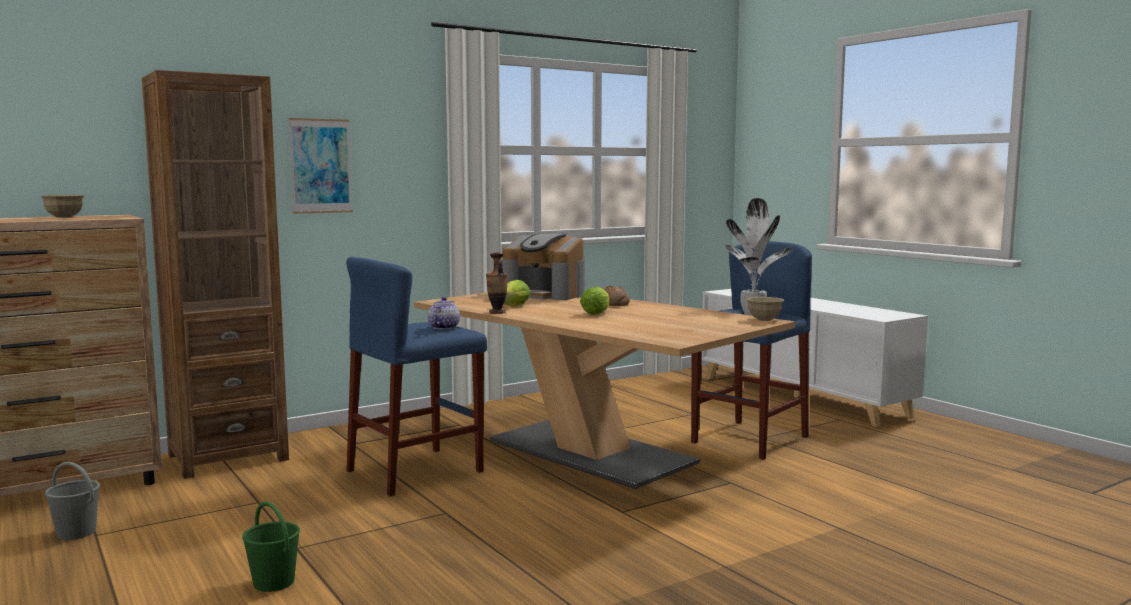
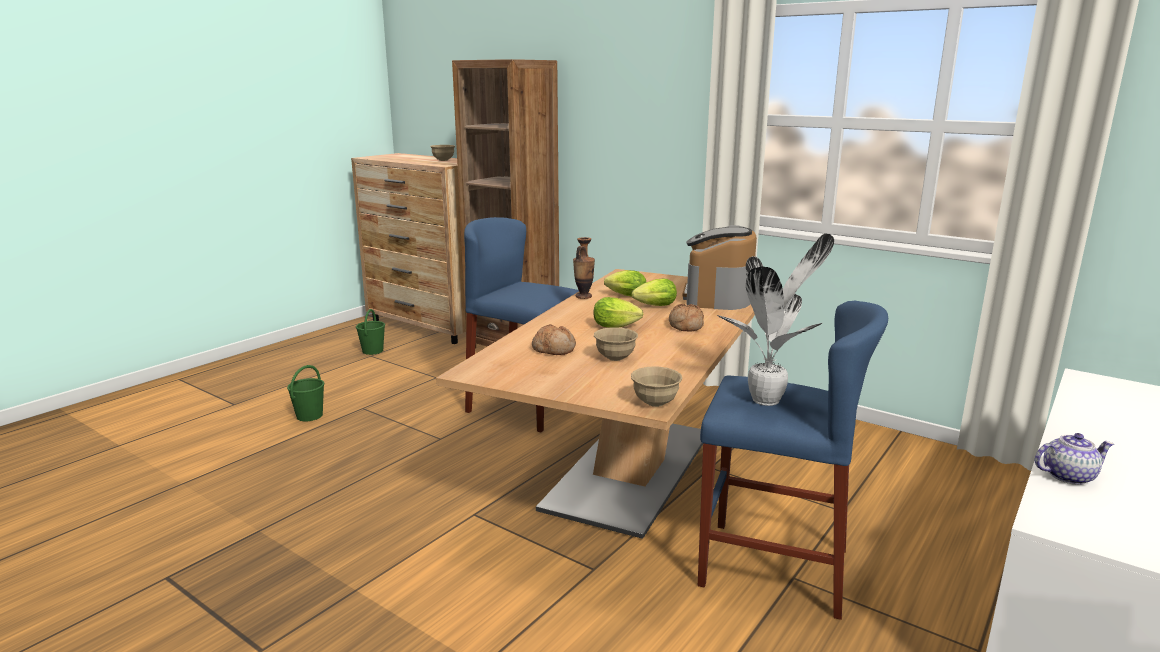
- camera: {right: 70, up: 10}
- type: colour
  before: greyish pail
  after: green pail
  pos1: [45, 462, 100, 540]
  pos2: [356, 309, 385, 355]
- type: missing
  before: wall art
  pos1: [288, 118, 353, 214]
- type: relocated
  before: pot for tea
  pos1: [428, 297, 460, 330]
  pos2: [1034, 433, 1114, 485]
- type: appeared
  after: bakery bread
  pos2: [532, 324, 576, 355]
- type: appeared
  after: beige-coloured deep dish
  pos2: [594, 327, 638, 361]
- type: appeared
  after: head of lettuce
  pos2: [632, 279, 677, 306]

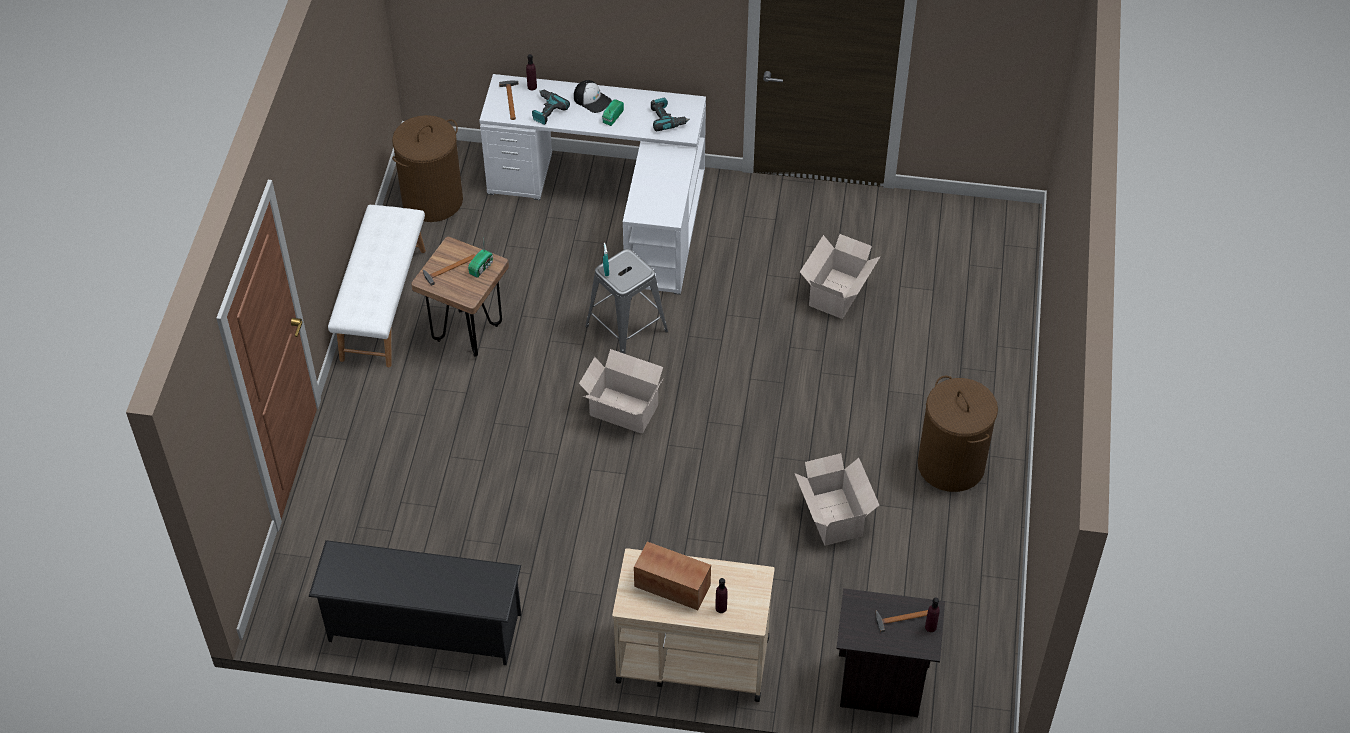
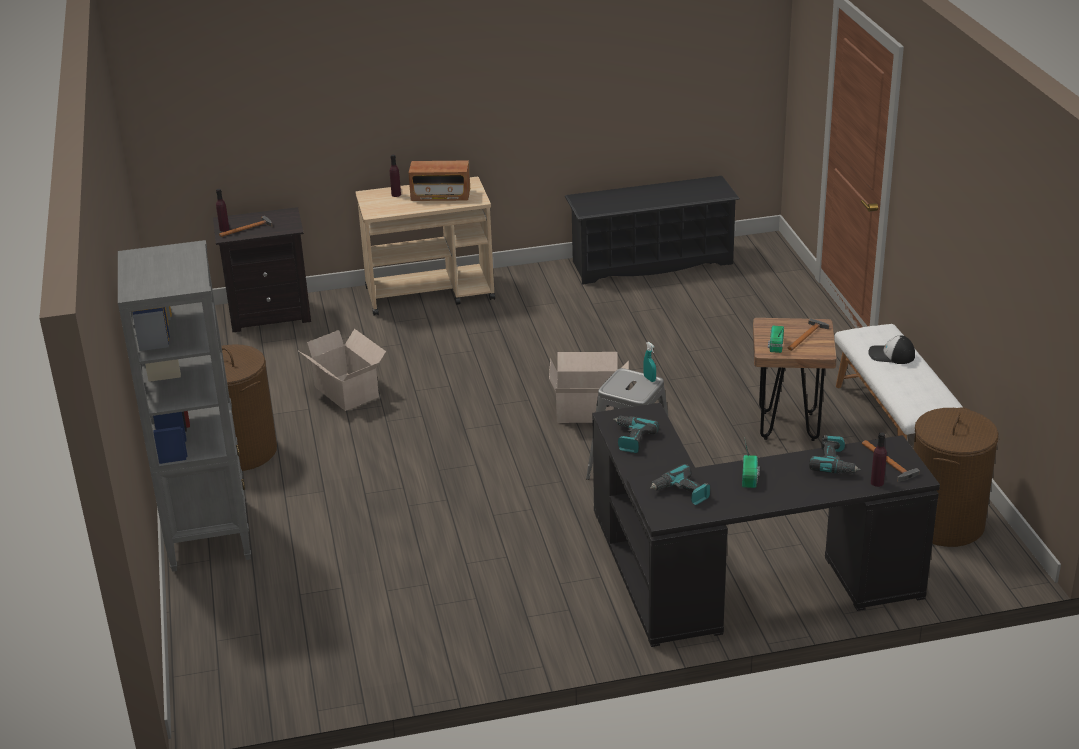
- camera: {right: 160, up: -20}
- type: colour
  before: whitish desk
  after: black-coloured desk
  pos1: [479, 74, 706, 295]
  pos2: [592, 403, 940, 647]
- type: relocated
  before: cap
  pos1: [574, 80, 612, 113]
  pos2: [868, 336, 915, 364]
- type: missing
  before: carton
  pos1: [800, 234, 880, 319]
- type: appeared
  after: greyish bookcase
  pos2: [118, 240, 251, 572]
- type: appeared
  after: power drill
  pos2: [613, 416, 659, 453]

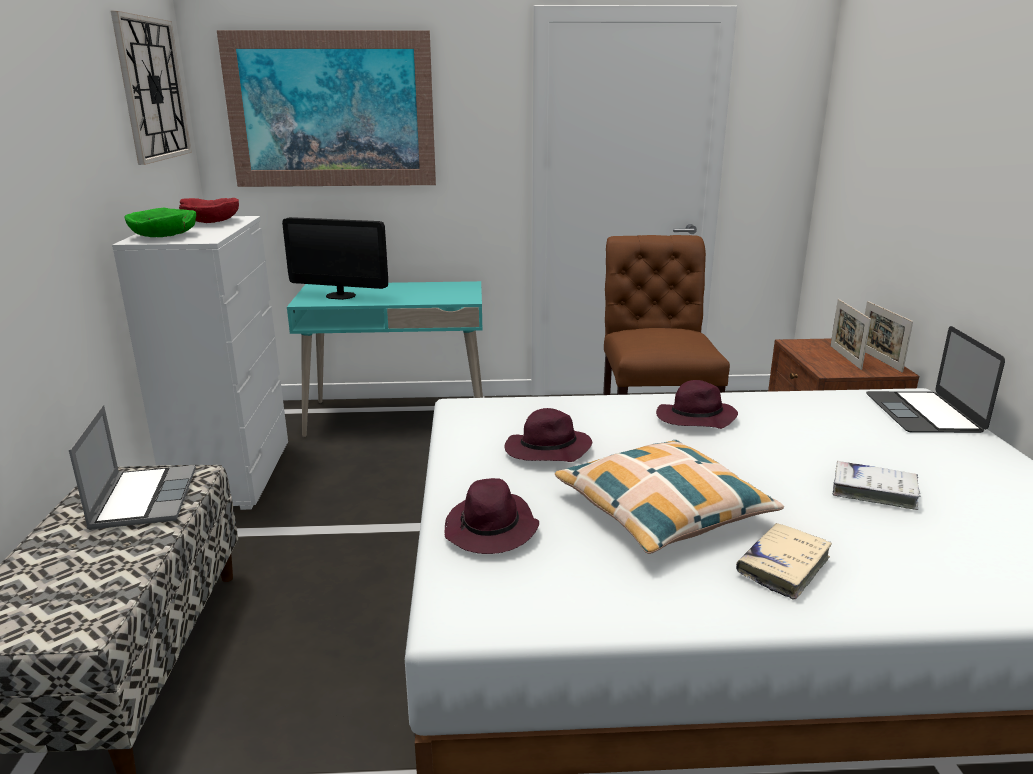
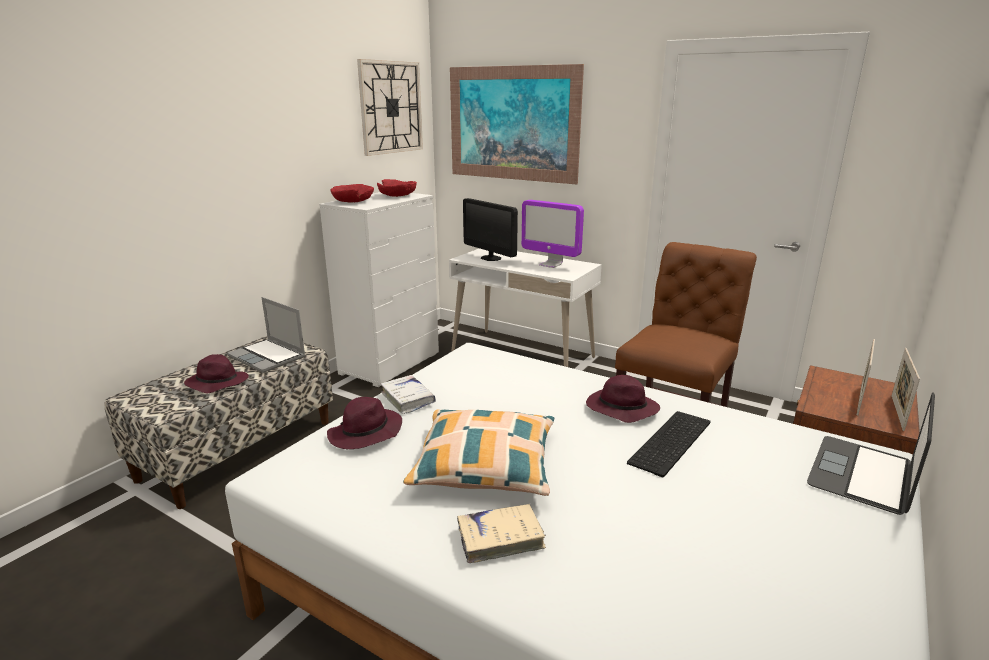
- camera: {right: 35, up: 0}
- type: spun
  before: portable computer
  pos1: [69, 405, 196, 529]
  pos2: [227, 297, 306, 373]
  turn: 105
- type: colour
  before: green deep dish
  after: red-coloured deep dish
  pos1: [124, 208, 196, 237]
  pos2: [331, 184, 374, 203]
- type: colour
  before: turquoise desk
  after: whitish desk
  pos1: [287, 281, 483, 437]
  pos2: [449, 248, 602, 367]
- type: relocated
  before: purple-coloured hat
  pos1: [504, 408, 592, 462]
  pos2: [184, 354, 249, 393]
- type: relocated
  before: whitish bound book
  pos1: [832, 461, 921, 510]
  pos2: [381, 375, 436, 414]
- type: appeared
  after: computer display
  pos2: [521, 200, 584, 268]
- type: appeared
  after: keyboard
  pos2: [627, 411, 710, 477]

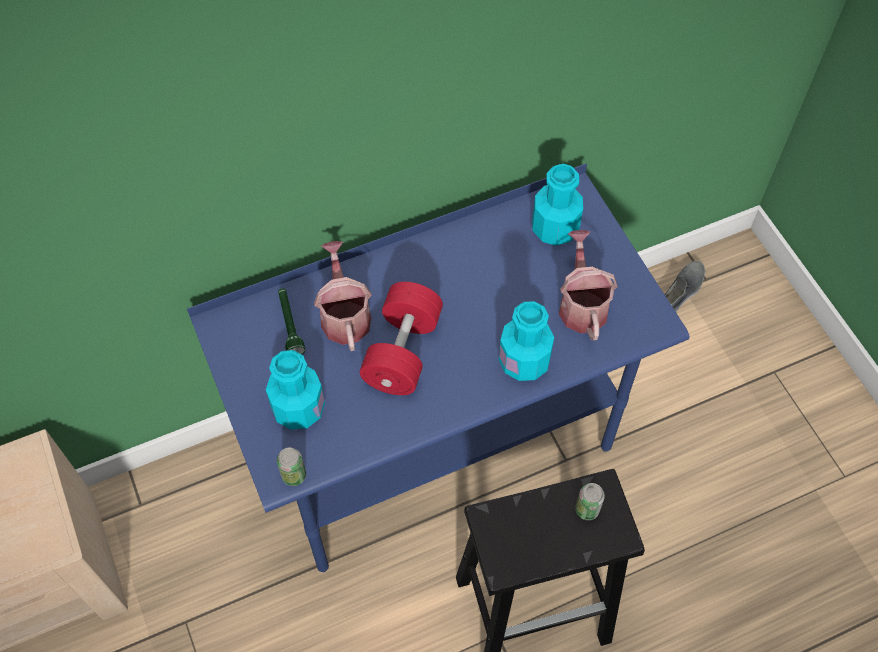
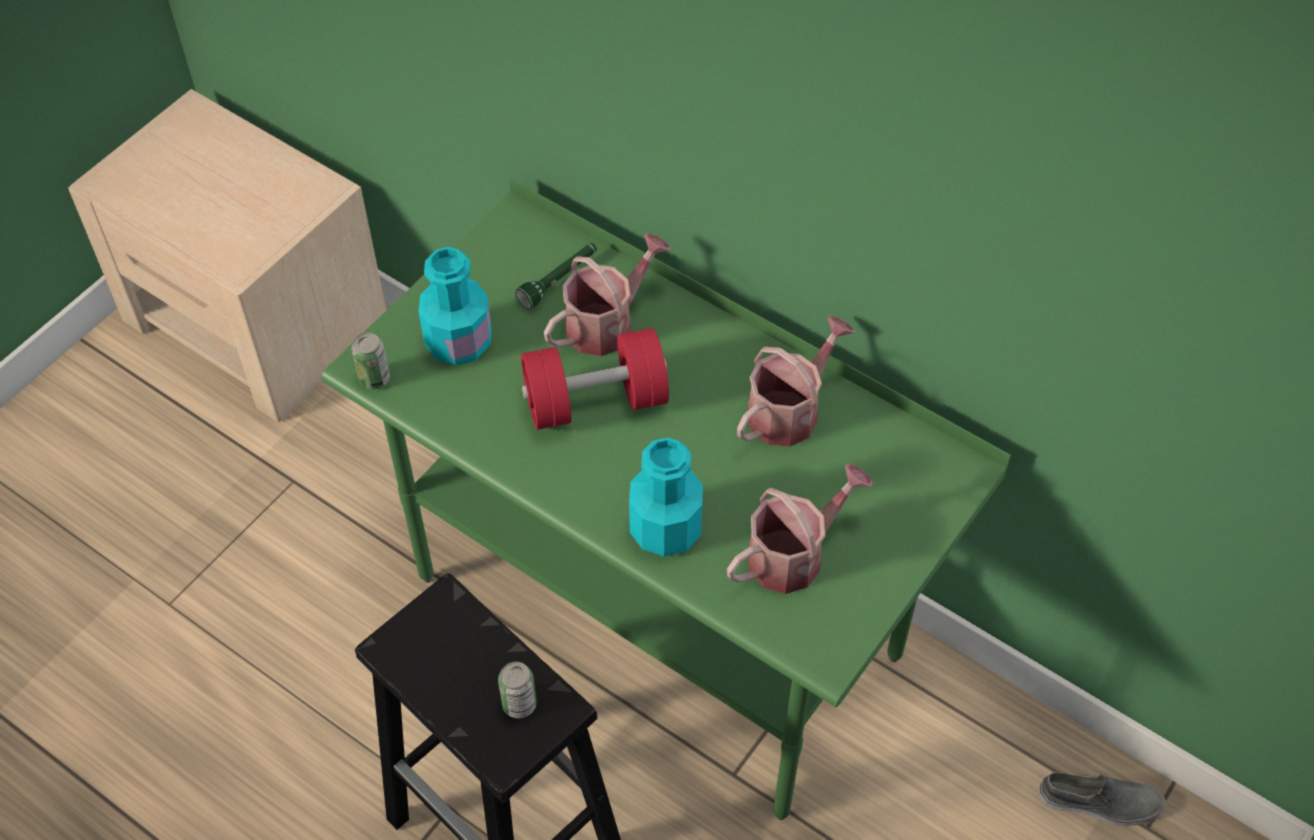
- camera: {right: 60, up: -5}
- type: colour
  before: bluish desk
  after: green desk
  pos1: [187, 163, 689, 572]
  pos2: [321, 178, 1011, 820]
- type: missing
  before: turquoise bottle
  pos1: [532, 164, 583, 246]
- type: appeared
  after: watering can
  pos2: [737, 315, 855, 447]

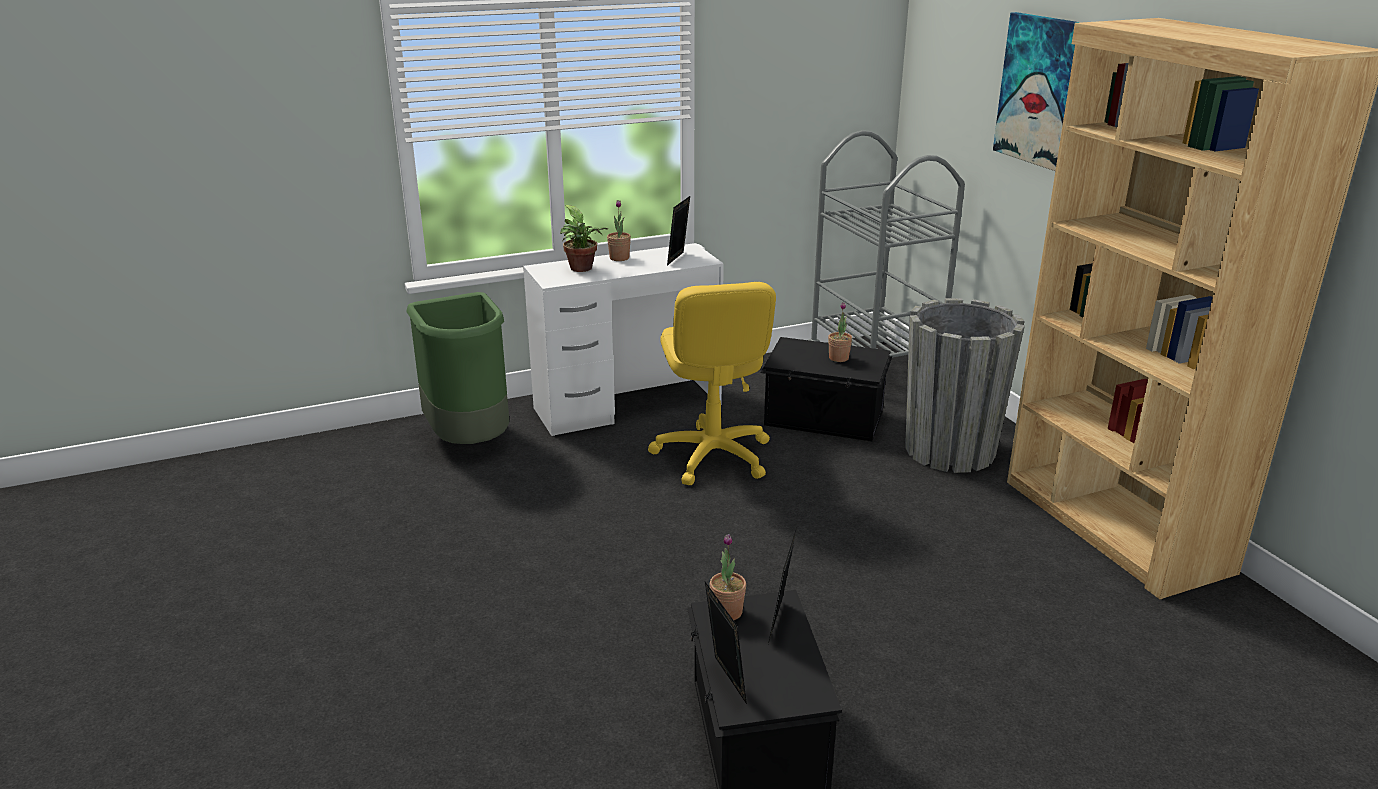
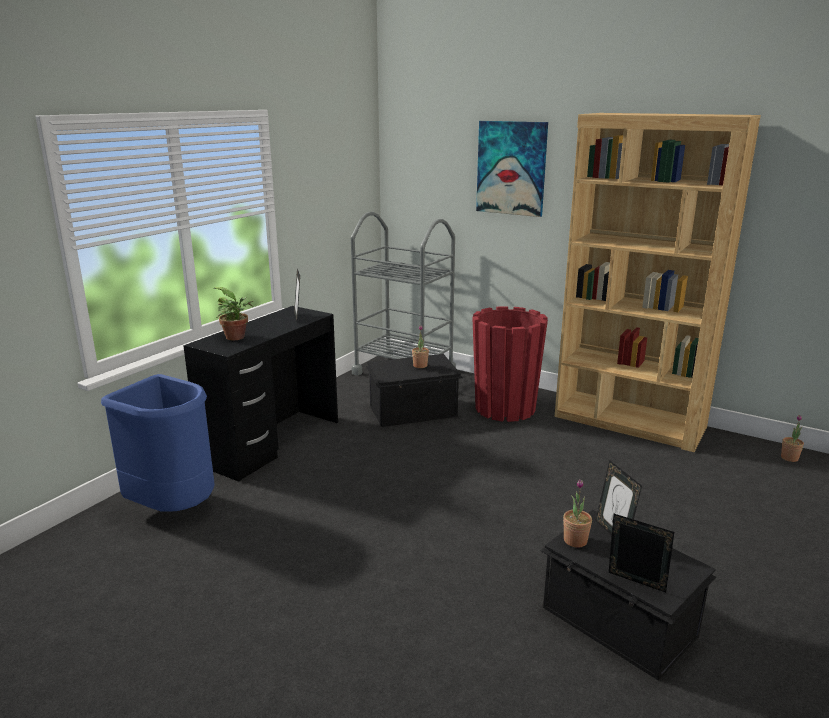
- camera: {right: -35, up: -5}
- type: colour
  before: green trash can
  after: bluish trash can
  pos1: [406, 292, 510, 444]
  pos2: [101, 374, 215, 512]
- type: colour
  before: whitish desk
  after: black-coloured desk
  pos1: [523, 243, 724, 436]
  pos2: [183, 306, 338, 482]
- type: relocated
  before: potted plant
  pos1: [607, 200, 631, 261]
  pos2: [781, 415, 804, 462]
- type: missing
  before: yellow office chair
  pos1: [648, 282, 776, 485]
- type: colour
  before: greyish plant pot
  after: red-coloured plant pot
  pos1: [905, 298, 1025, 473]
  pos2: [472, 306, 548, 422]

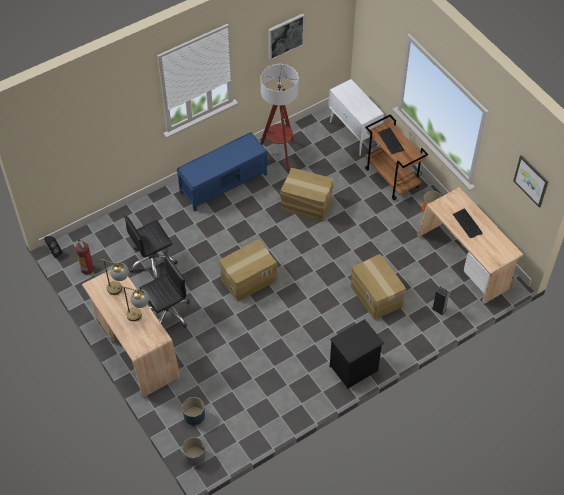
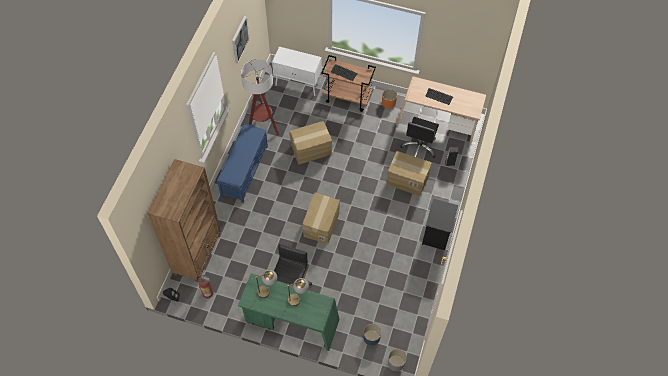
- camera: {right: -40, up: 5}
- type: colour
  before: beige-coloured desk
  after: green desk
  pos1: [82, 270, 180, 398]
  pos2: [238, 273, 340, 351]
- type: relocated
  before: black-coloured office chair
  pos1: [124, 215, 178, 279]
  pos2: [400, 117, 439, 158]
- type: missing
  before: wall art
  pos1: [513, 155, 548, 208]
- type: appeared
  after: brown bookcase
  pos2: [147, 159, 221, 282]

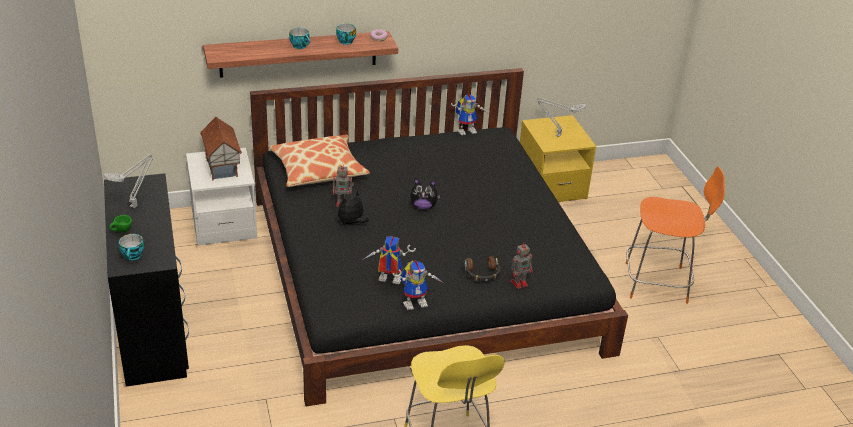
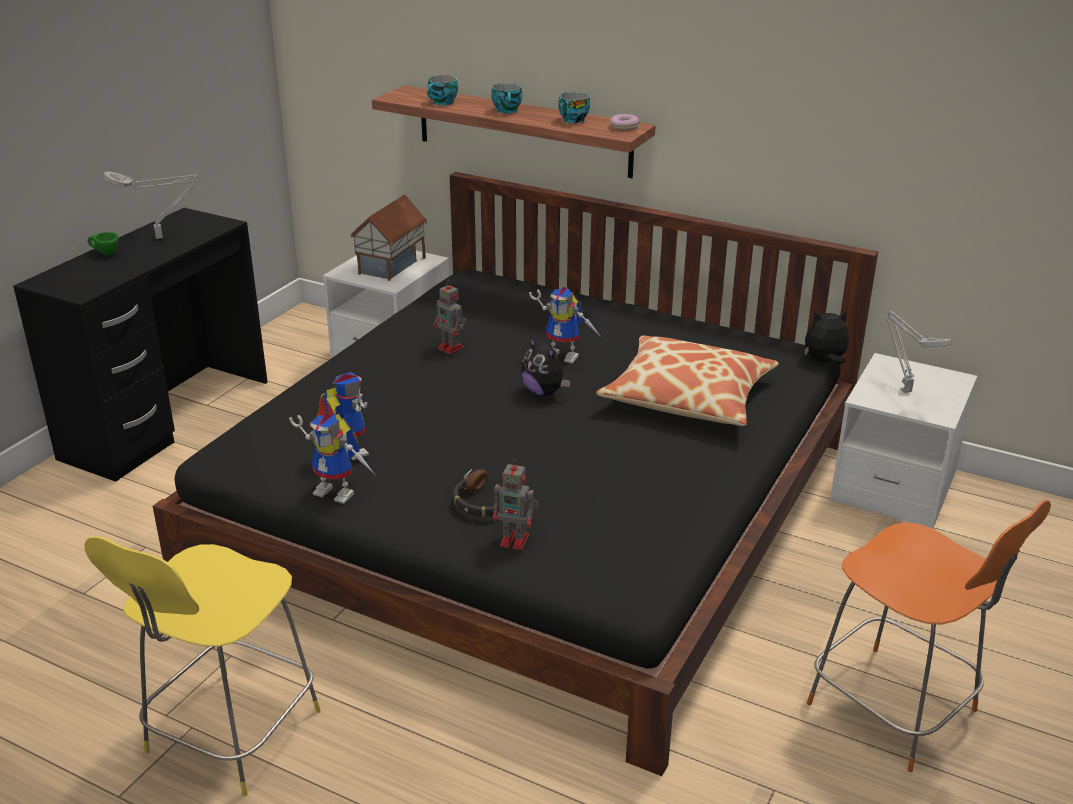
- camera: {right: 45, up: -5}
- type: relocated
  before: drinking cup
  pos1: [119, 234, 144, 261]
  pos2: [427, 75, 458, 105]
- type: relocated
  before: pillow
  pos1: [269, 135, 370, 187]
  pos2: [596, 336, 779, 426]
- type: relocated
  before: soft toy
  pos1: [338, 189, 369, 225]
  pos2: [805, 310, 849, 364]
- type: relocated
  before: toy robot
  pos1: [451, 94, 488, 135]
  pos2: [529, 287, 602, 364]
- type: colour
  before: yellow night table
  after: whitish night table
  pos1: [520, 115, 596, 202]
  pos2: [830, 353, 977, 529]

